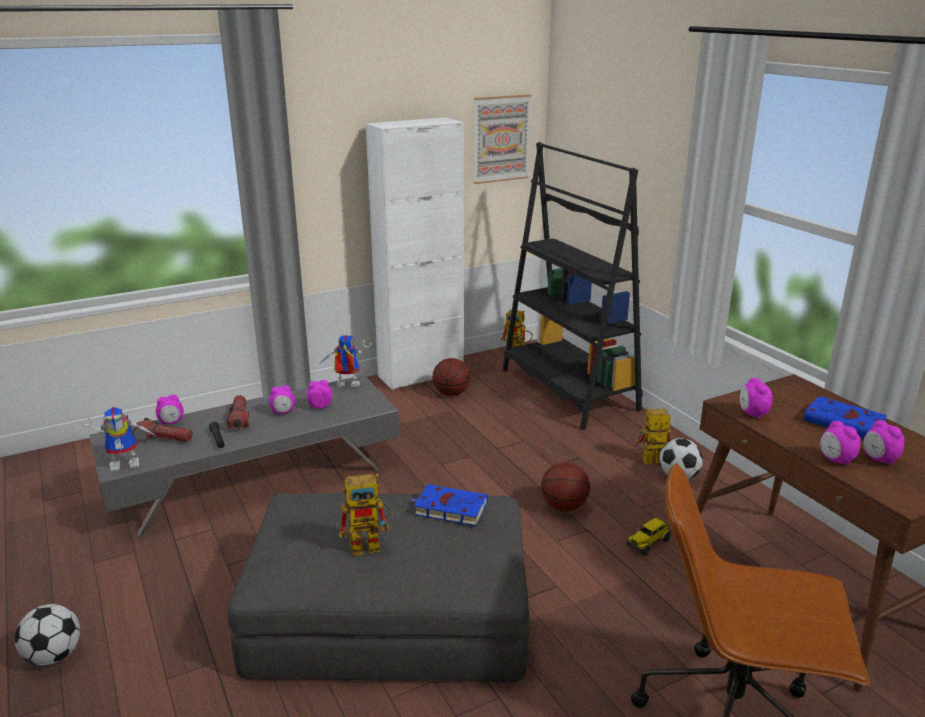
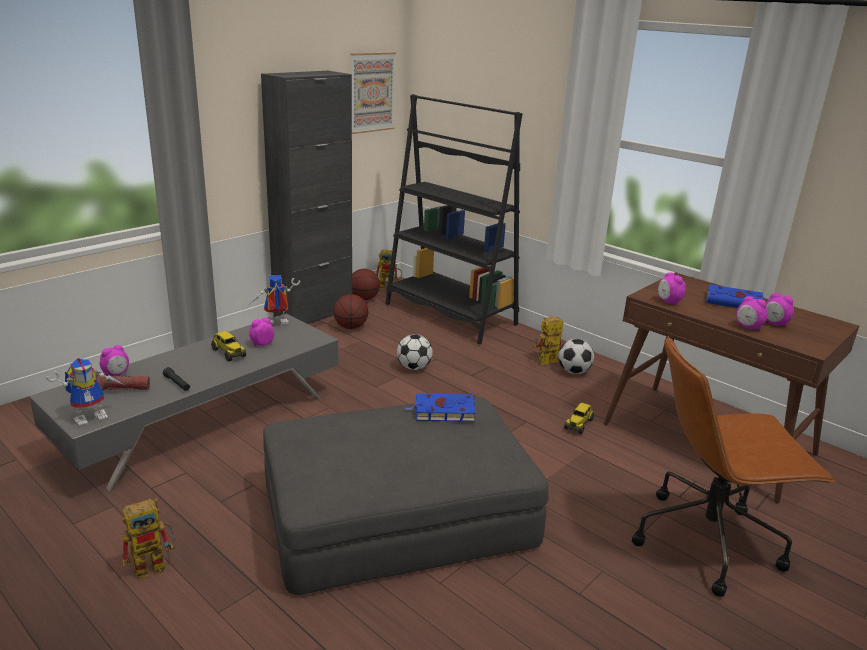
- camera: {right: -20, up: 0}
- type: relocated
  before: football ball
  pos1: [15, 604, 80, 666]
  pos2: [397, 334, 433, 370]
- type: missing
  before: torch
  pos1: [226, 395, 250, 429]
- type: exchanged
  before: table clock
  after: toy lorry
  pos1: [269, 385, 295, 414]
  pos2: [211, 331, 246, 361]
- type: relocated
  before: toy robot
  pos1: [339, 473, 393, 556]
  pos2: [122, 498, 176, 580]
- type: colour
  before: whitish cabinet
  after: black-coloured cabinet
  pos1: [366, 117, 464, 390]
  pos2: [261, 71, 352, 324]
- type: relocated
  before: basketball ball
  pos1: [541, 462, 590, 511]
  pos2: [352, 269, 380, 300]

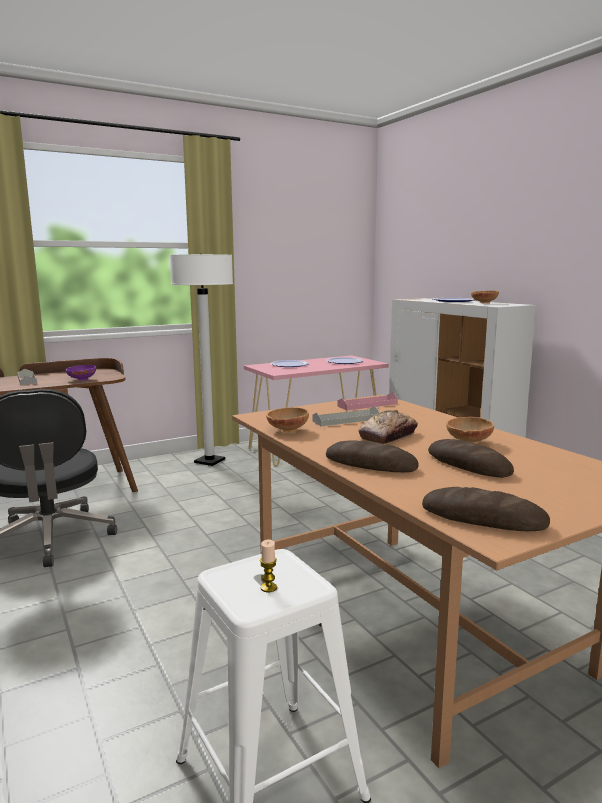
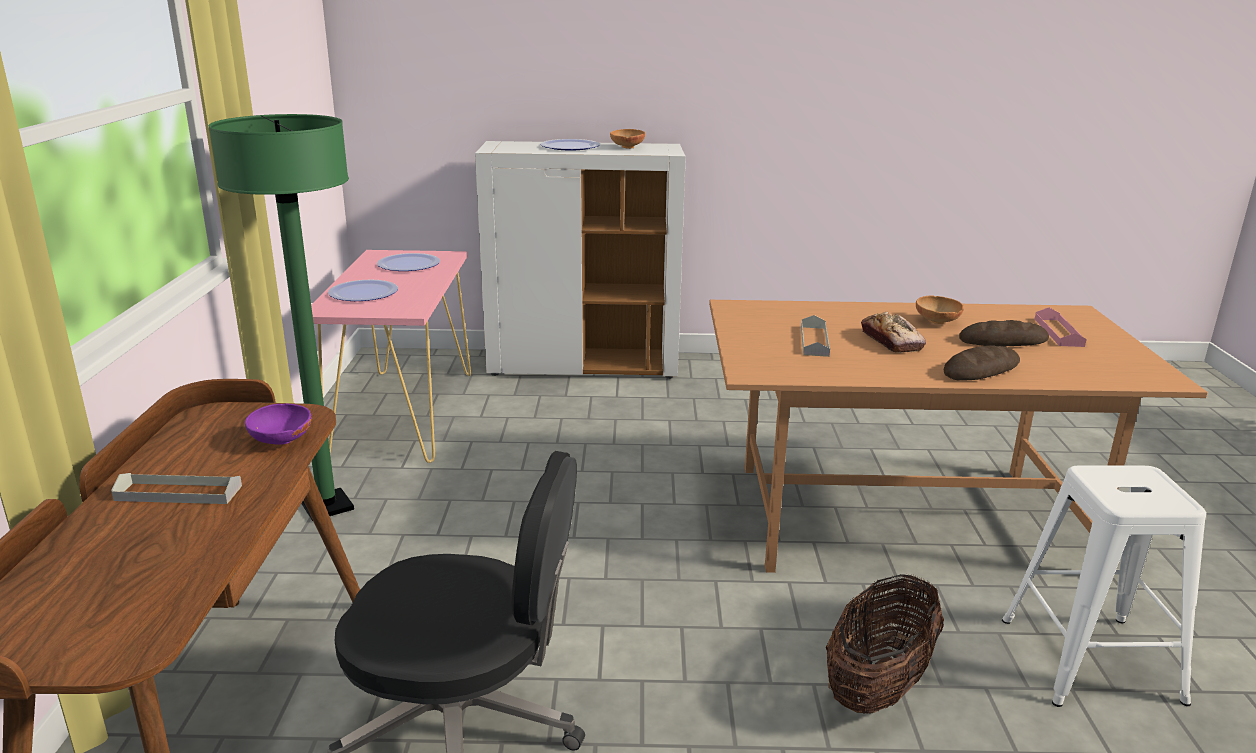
- camera: {right: -60, up: 10}
- type: colour
  before: whitish standing lamp
  after: green standing lamp
  pos1: [169, 254, 233, 466]
  pos2: [209, 114, 354, 521]
- type: missing
  before: wax candle
  pos1: [260, 539, 277, 592]
- type: missing
  before: brown deep dish
  pos1: [266, 407, 309, 432]
- type: relocated
  before: pinkish tray
  pos1: [337, 392, 398, 411]
  pos2: [1035, 307, 1087, 347]
- type: missing
  before: bakery bread
  pos1: [422, 487, 550, 531]
- type: appeared
  after: household basket
  pos2: [826, 574, 944, 714]

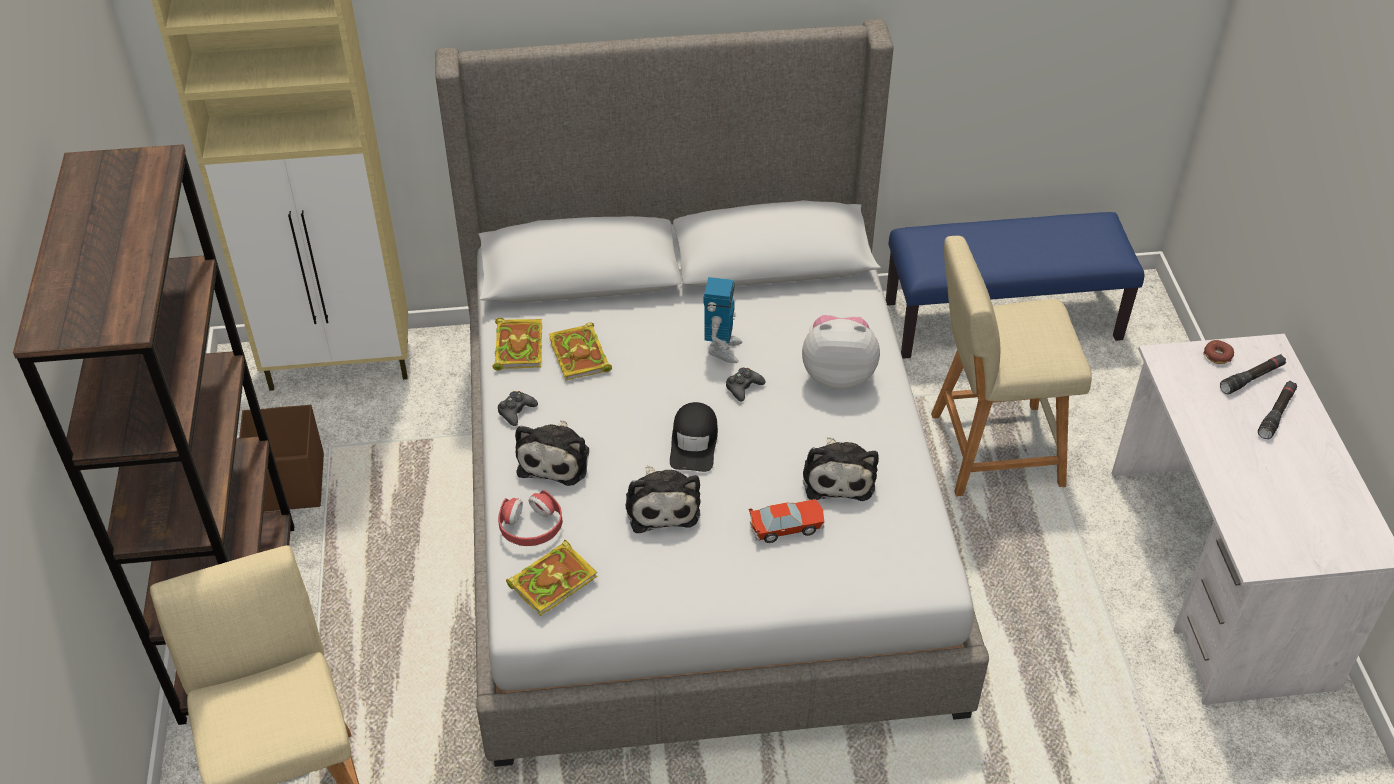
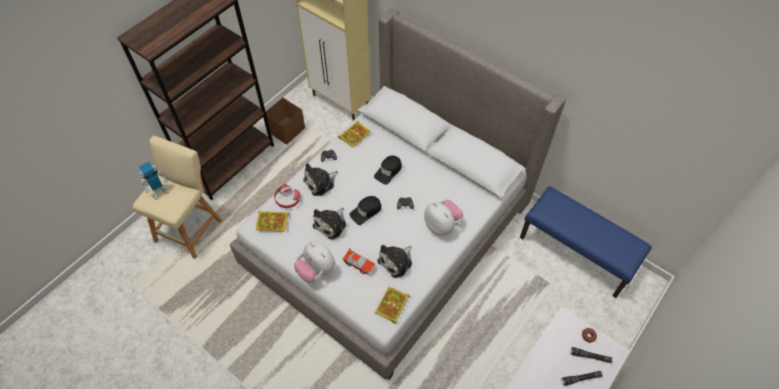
- camera: {right: 45, up: 10}
- type: relocated
  before: bound book
  pos1: [549, 322, 612, 380]
  pos2: [375, 287, 410, 324]
- type: relocated
  before: toy robot
  pos1: [704, 277, 742, 363]
  pos2: [139, 162, 169, 200]
- type: missing
  before: beige-coloured sitting stool
  pos1: [931, 236, 1092, 496]
- type: appeared
  after: soft toy
  pos2: [294, 241, 335, 283]
- type: appeared
  after: black-coloured cap
  pos2: [374, 156, 402, 185]

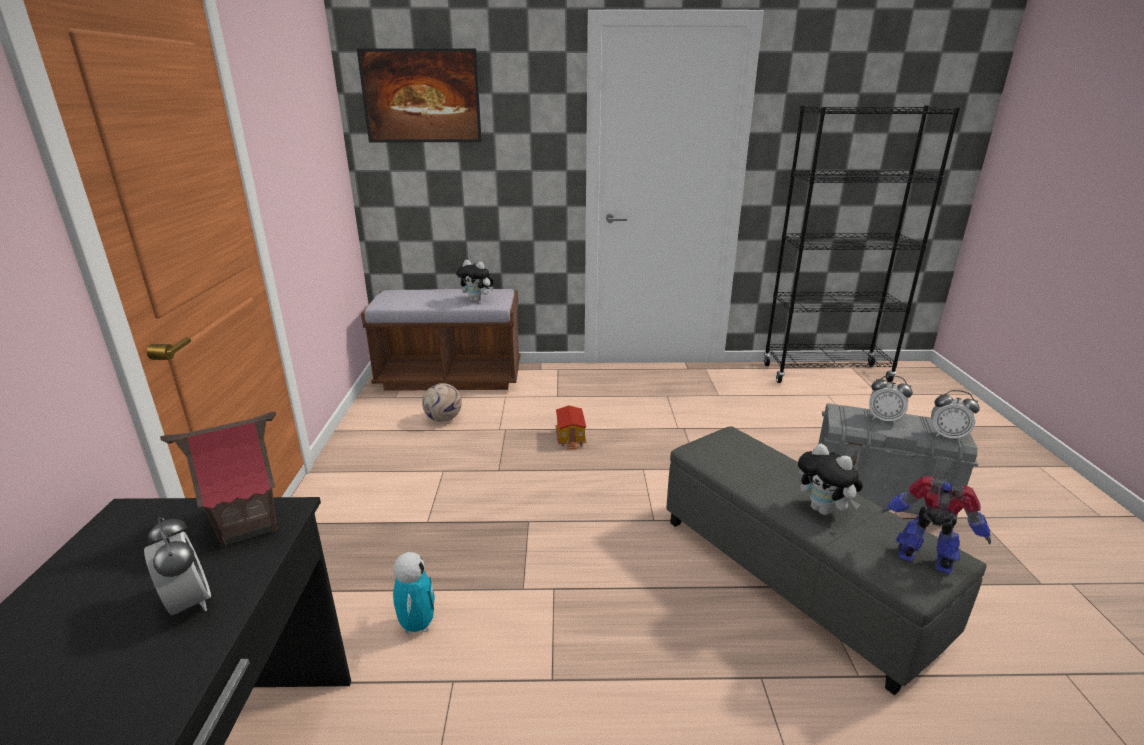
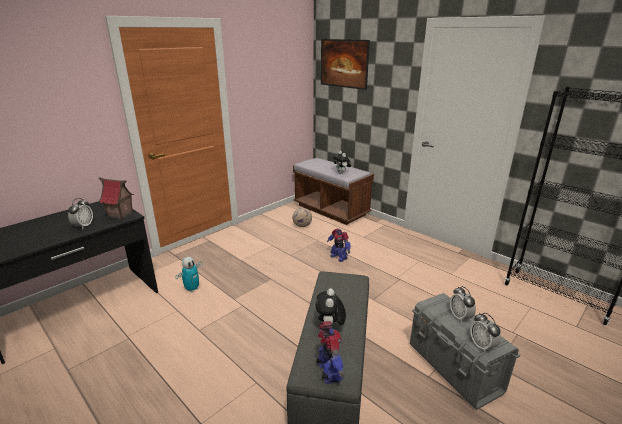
- camera: {right: 45, up: 0}
- type: exchanged
  before: miniature house
  after: toy robot
  pos1: [555, 405, 587, 449]
  pos2: [327, 229, 351, 262]

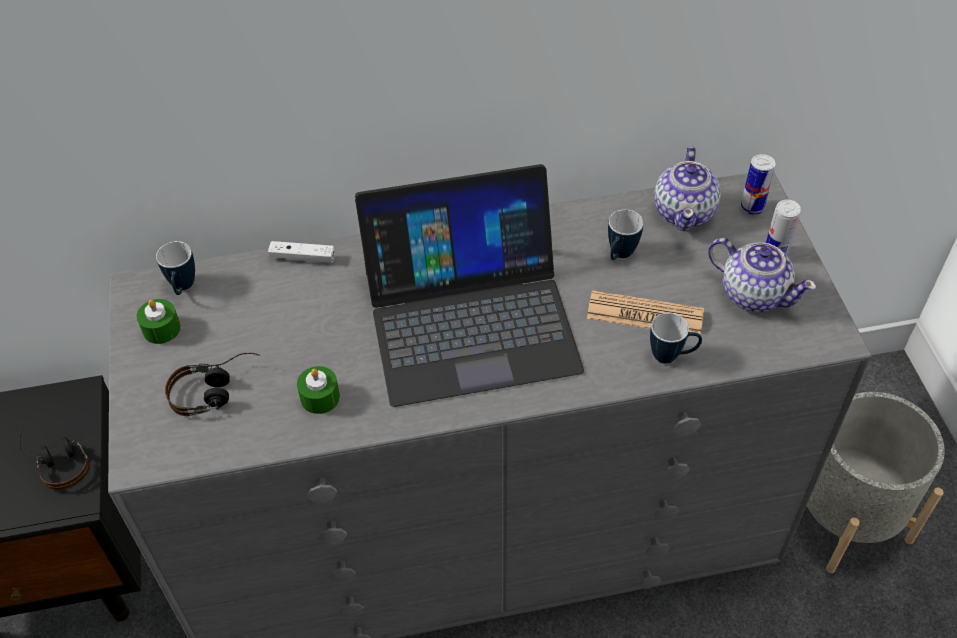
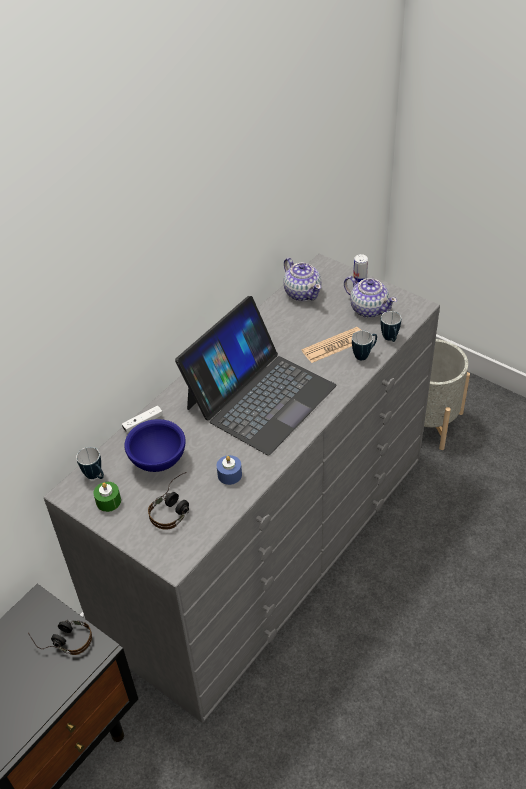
- camera: {right: -40, up: -5}
- type: colour
  before: green wax candle
  after: bluish wax candle
  pos1: [297, 366, 340, 414]
  pos2: [217, 455, 242, 485]
- type: relocated
  before: tea mug
  pos1: [608, 210, 643, 260]
  pos2: [380, 311, 401, 342]
- type: spun
  before: pot for tea
  pos1: [708, 238, 816, 312]
  pos2: [344, 276, 397, 318]
  turn: 45
- type: missing
  before: sealed can
  pos1: [741, 154, 776, 215]
- type: appeared
  after: bluish deep dish
  pos2: [124, 419, 186, 472]

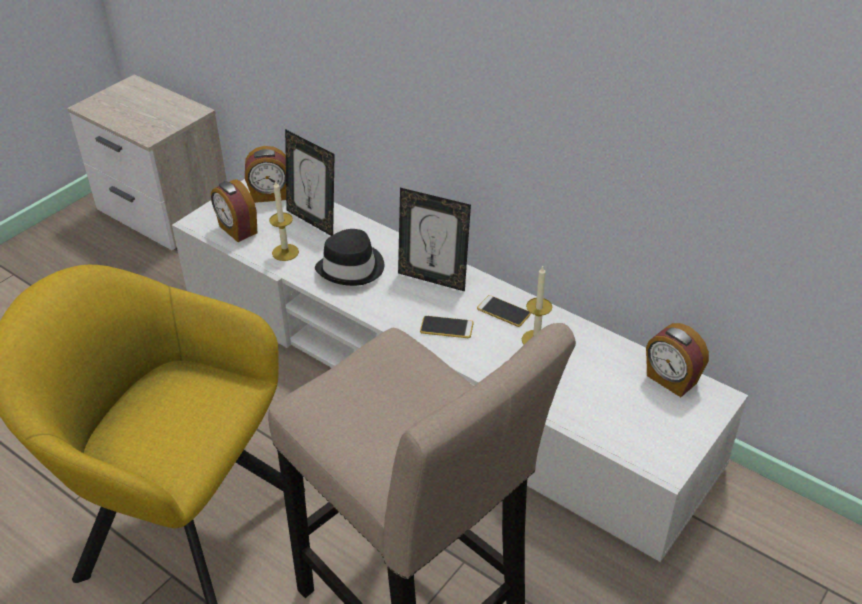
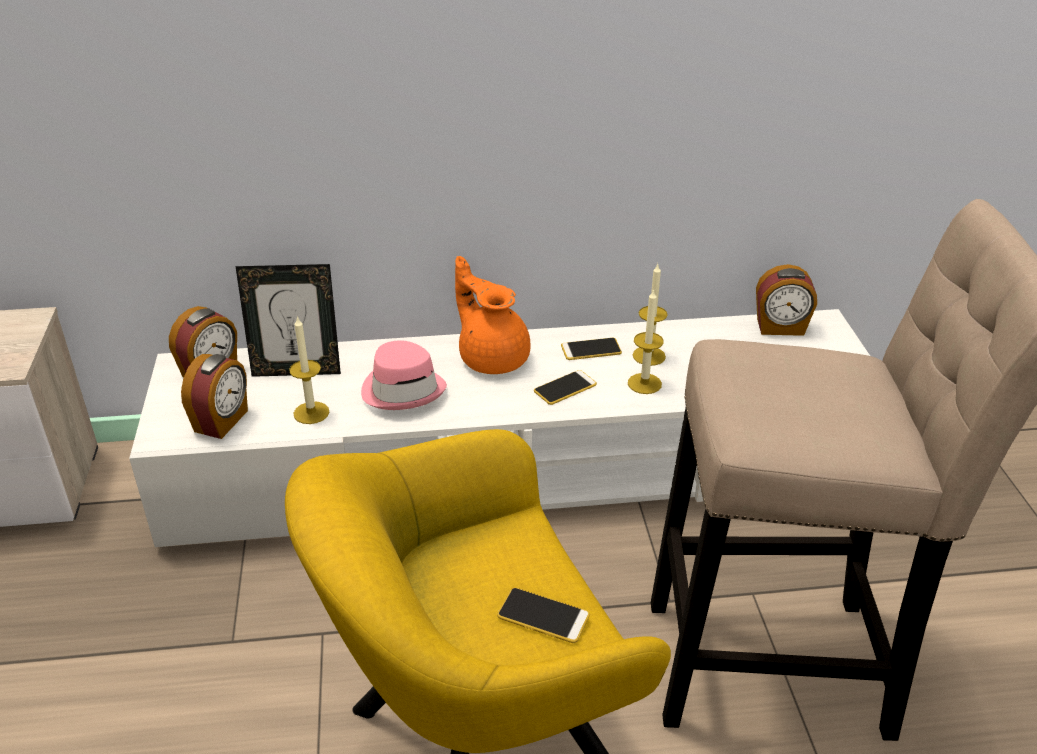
- camera: {right: -45, up: -5}
- type: spun
  before: table clock
  pos1: [211, 179, 257, 242]
  pos2: [181, 354, 248, 439]
  turn: -75
- type: colour
  before: black-coloured hat
  after: pinkish hat
  pos1: [315, 229, 384, 286]
  pos2: [361, 340, 447, 410]
- type: exchanged
  before: standing frame
  after: orange pot for tea
  pos1: [398, 188, 471, 291]
  pos2: [455, 256, 530, 374]
- type: appeared
  after: handset
  pos2: [497, 588, 590, 643]
- type: appeared
  after: wax candle
  pos2: [628, 289, 664, 394]

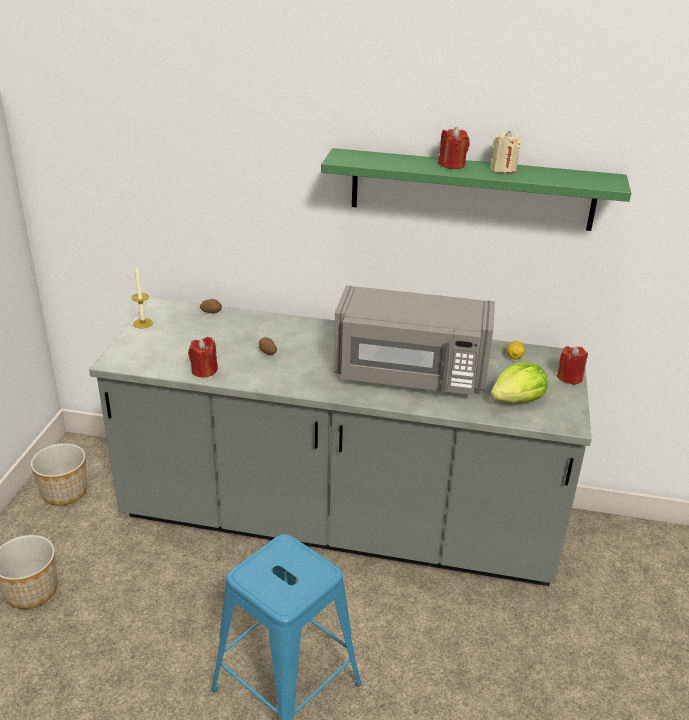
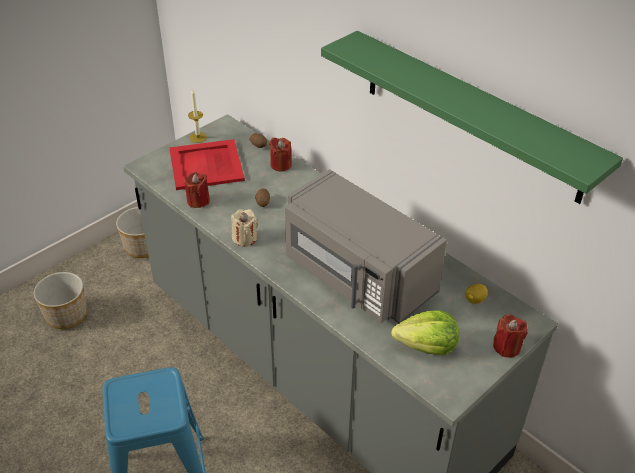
- camera: {right: 35, up: 10}
- type: relocated
  before: red-coloured wax candle
  pos1: [438, 127, 470, 169]
  pos2: [270, 138, 292, 172]
- type: relocated
  before: beige-coloured wax candle
  pos1: [490, 131, 522, 173]
  pos2: [231, 209, 258, 246]
- type: appeared
  after: red-coloured tray
  pos2: [169, 139, 245, 190]

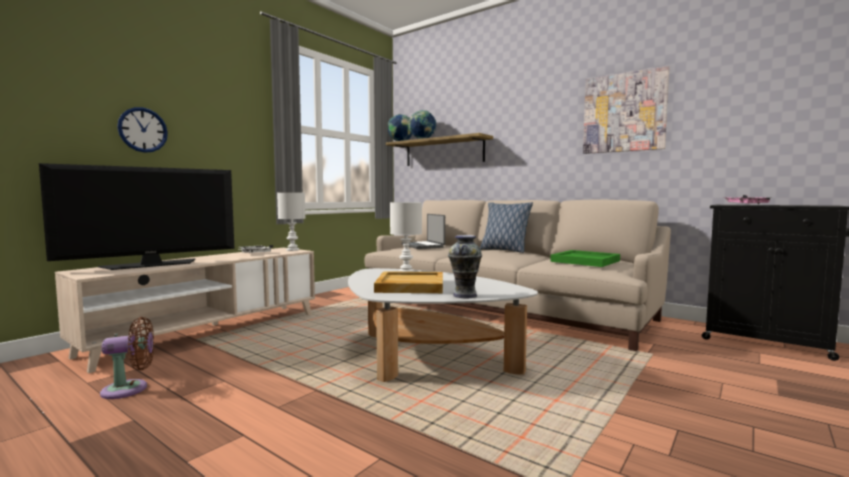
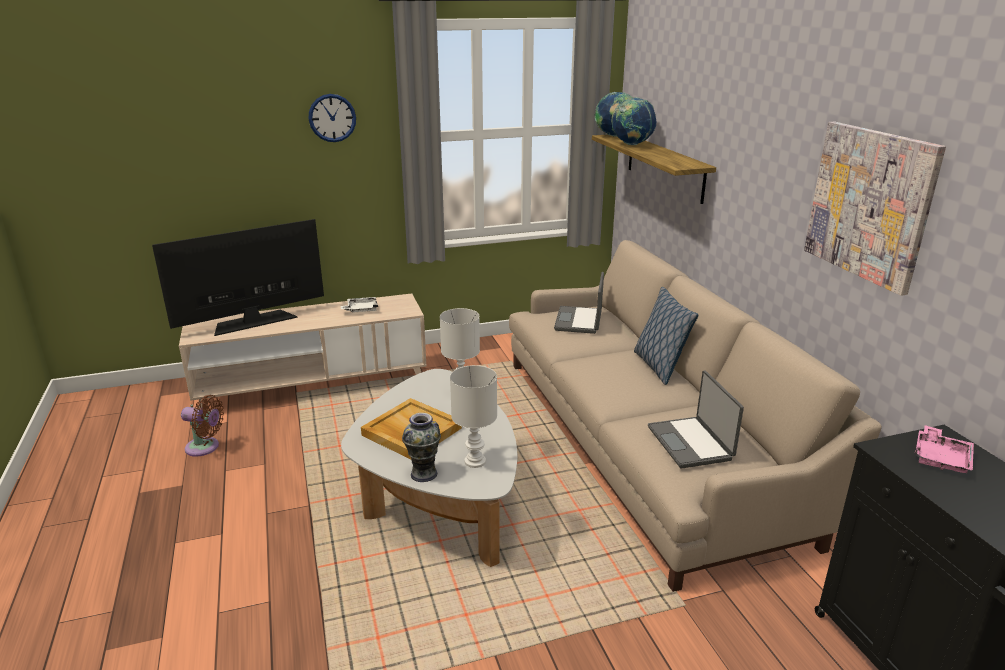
- camera: {right: 35, up: 20}
- type: spun
  before: TV set
  pos1: [39, 163, 234, 270]
  pos2: [152, 219, 324, 336]
  turn: 150
- type: relocated
  before: wall clock
  pos1: [117, 107, 168, 153]
  pos2: [309, 94, 356, 142]
- type: relocated
  before: whitish tabletop lamp
  pos1: [277, 192, 305, 251]
  pos2: [450, 365, 497, 468]
- type: exchanged
  before: green tray
  after: portable computer
  pos1: [550, 250, 620, 267]
  pos2: [648, 370, 744, 468]

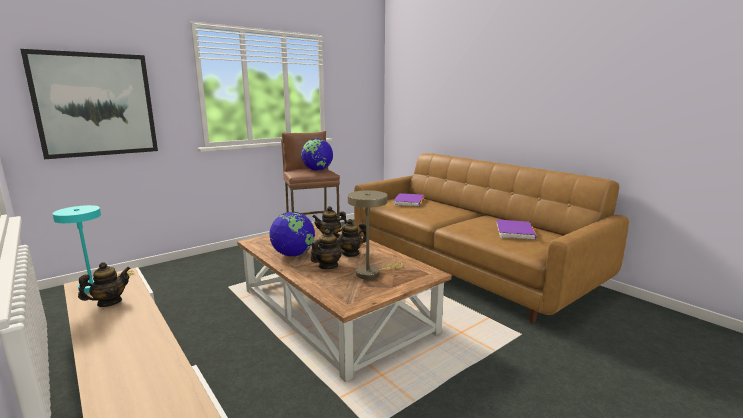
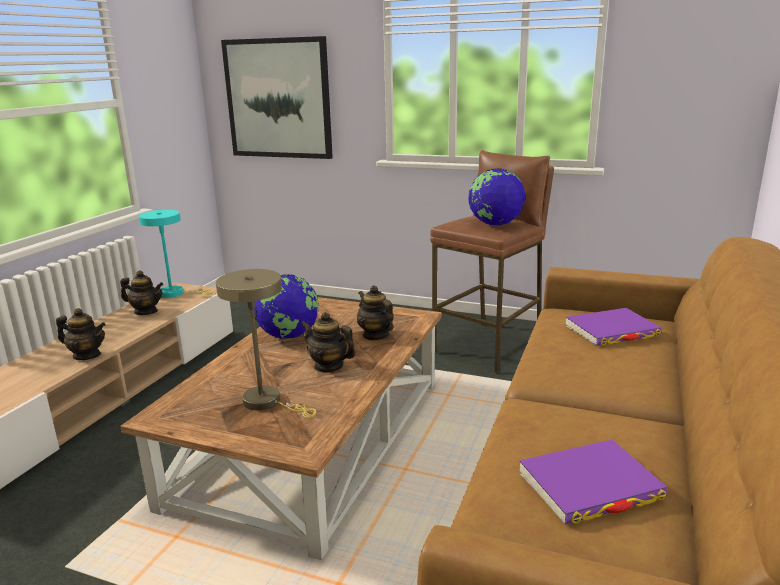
- camera: {right: 60, up: 5}
- type: relocated
  before: pot for tea
  pos1: [311, 229, 344, 269]
  pos2: [56, 308, 106, 360]

